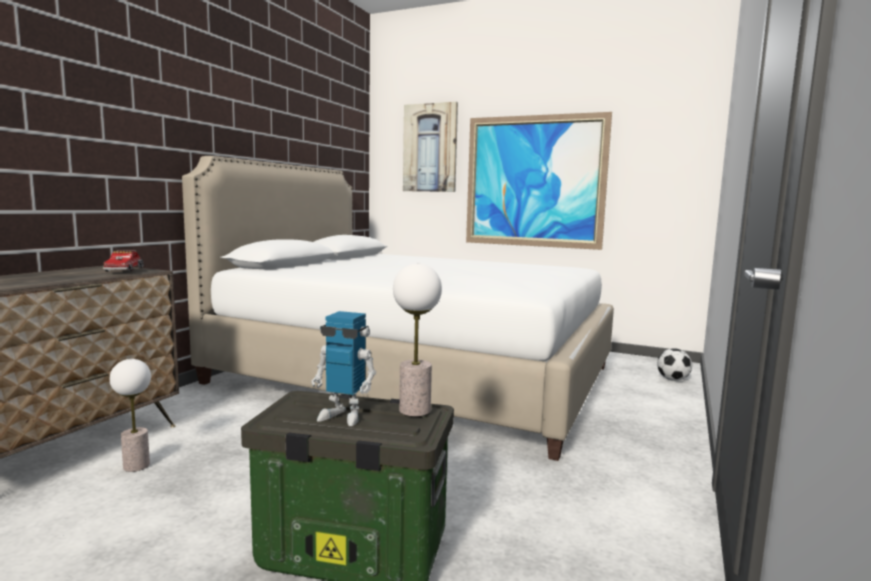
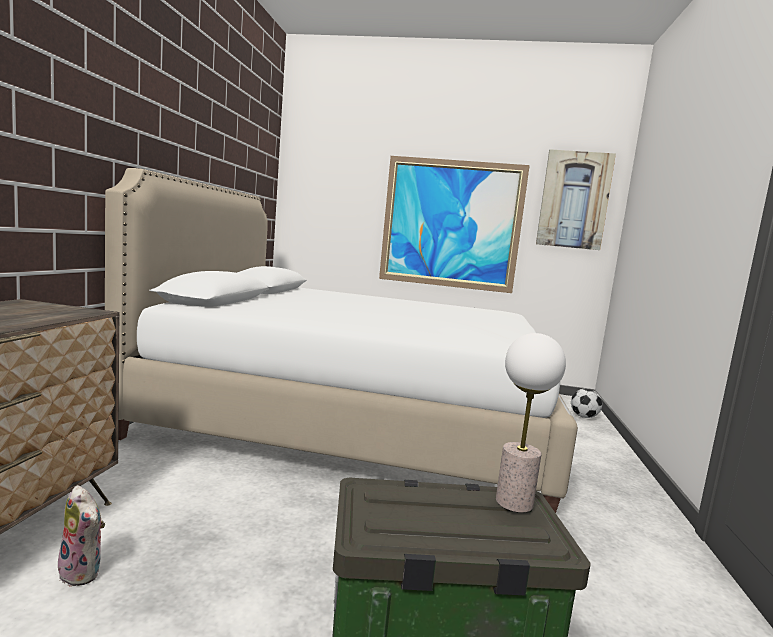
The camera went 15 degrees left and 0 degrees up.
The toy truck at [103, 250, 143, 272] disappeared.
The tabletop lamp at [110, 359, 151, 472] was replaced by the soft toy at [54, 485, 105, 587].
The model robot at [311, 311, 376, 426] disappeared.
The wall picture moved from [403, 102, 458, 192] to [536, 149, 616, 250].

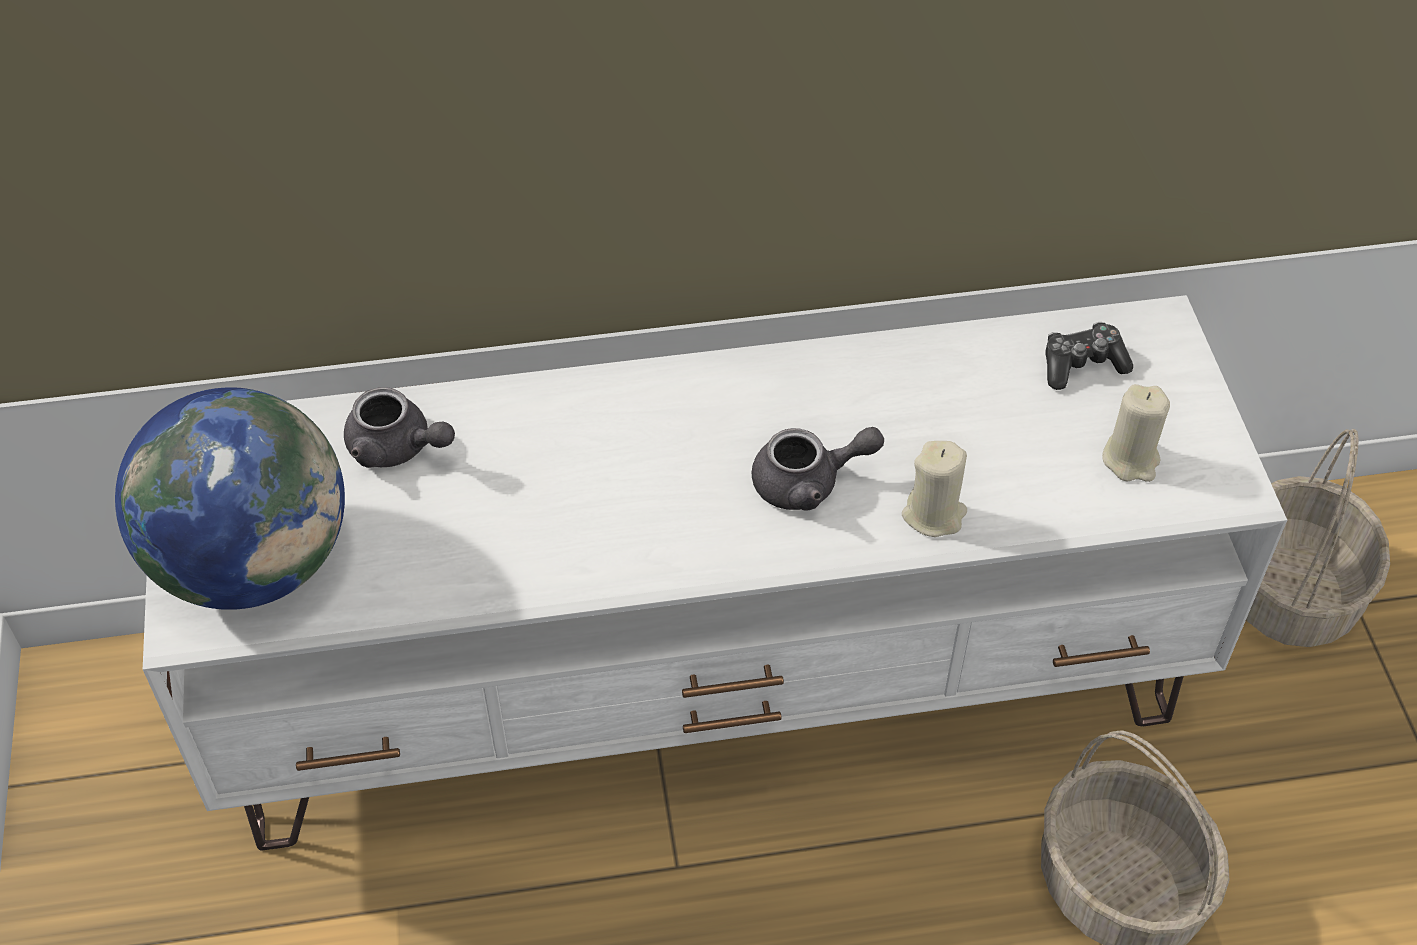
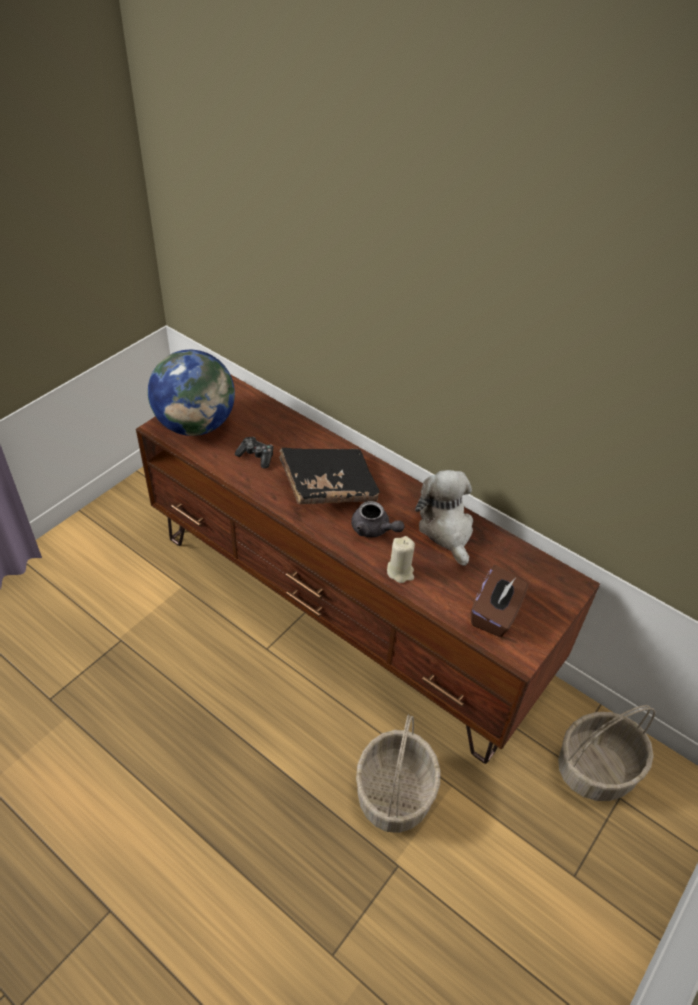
The camera went 45 degrees right and 5 degrees down.
The white-coloured tv unit at [143, 295, 1287, 851] became the brown tv unit at [136, 374, 600, 764].
The grey pot for tea at [344, 387, 455, 468] disappeared.
The game controller moved from [1046, 322, 1133, 390] to [235, 437, 273, 469].
The beige wax light at [1102, 384, 1170, 482] was replaced by the brown tissue holder at [471, 565, 528, 637].
The black volume at [279, 448, 380, 504] appeared.
The soft toy at [415, 470, 473, 566] appeared.

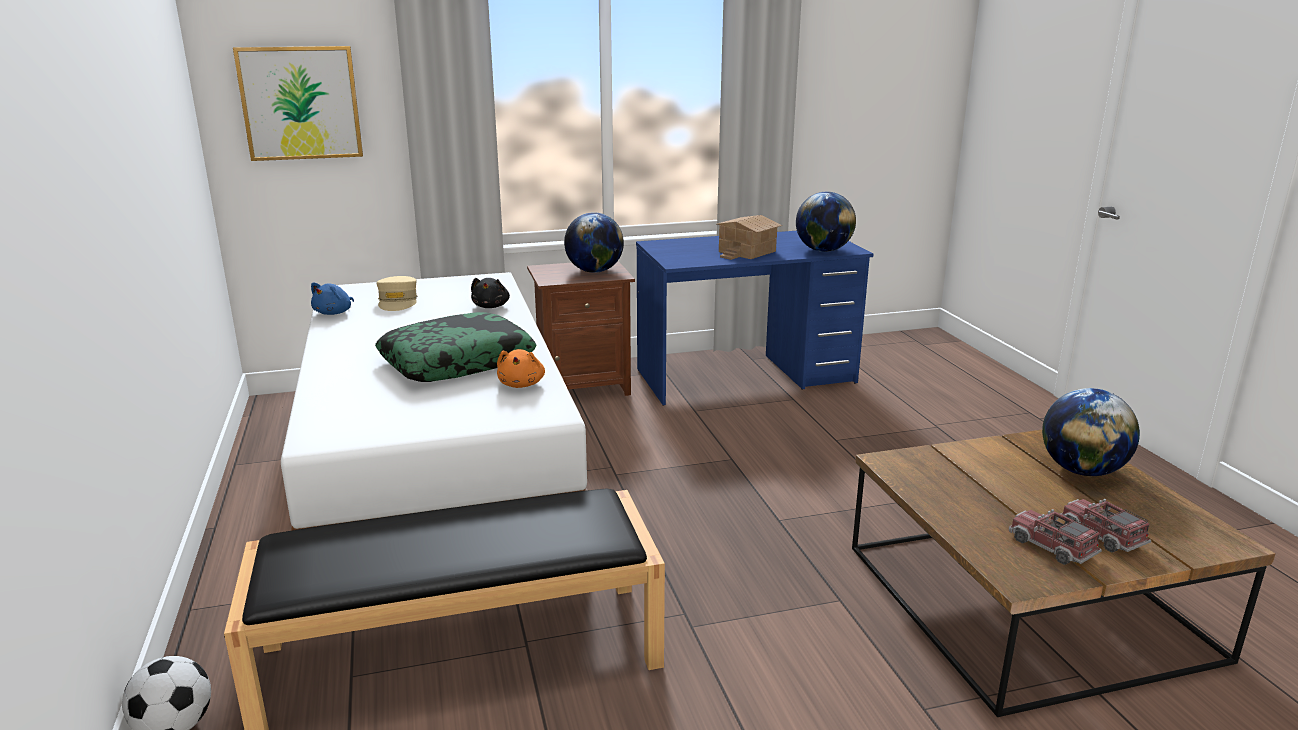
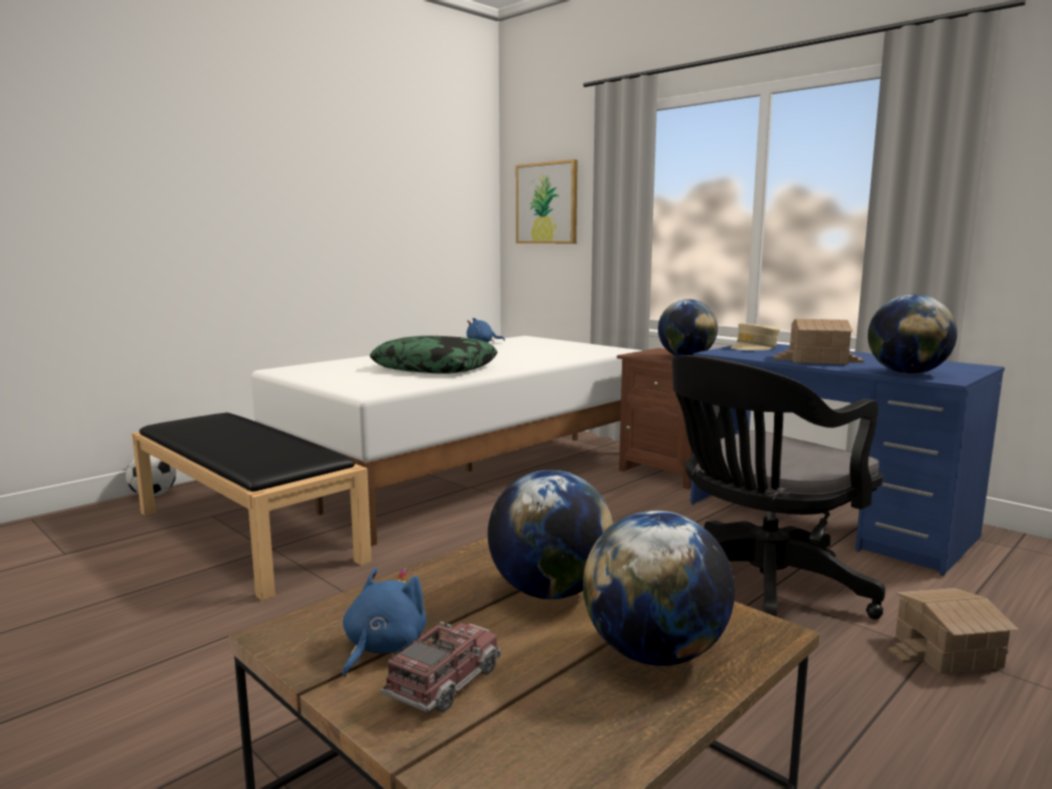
The camera went 60 degrees right and 10 degrees down.
The beige cap moved from [377, 276, 417, 311] to [730, 323, 780, 350].
The black soft toy at [471, 278, 510, 308] disappeared.
The orange-coloured soft toy at [497, 349, 545, 388] disappeared.
The toy truck at [1009, 509, 1102, 565] was replaced by the blue soft toy at [342, 567, 427, 677].
The world globe at [488, 470, 613, 599] appeared.
The black computer chair at [672, 355, 885, 620] appeared.
The model house at [888, 588, 1019, 674] appeared.

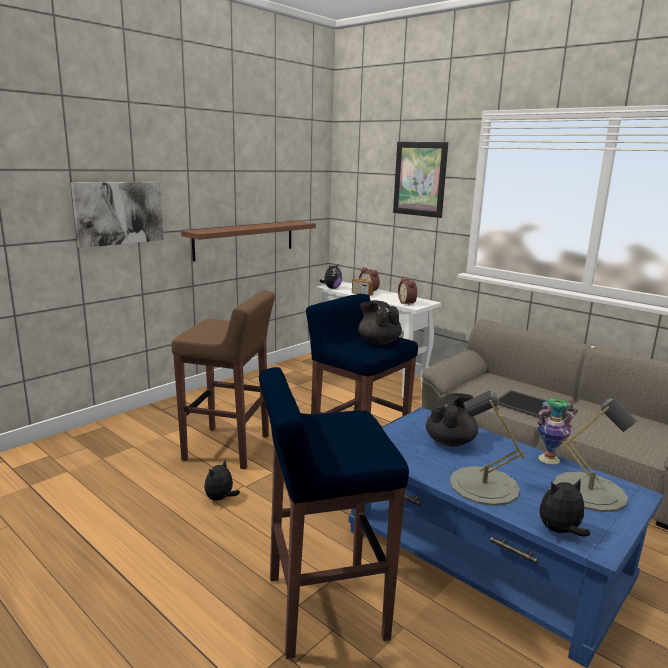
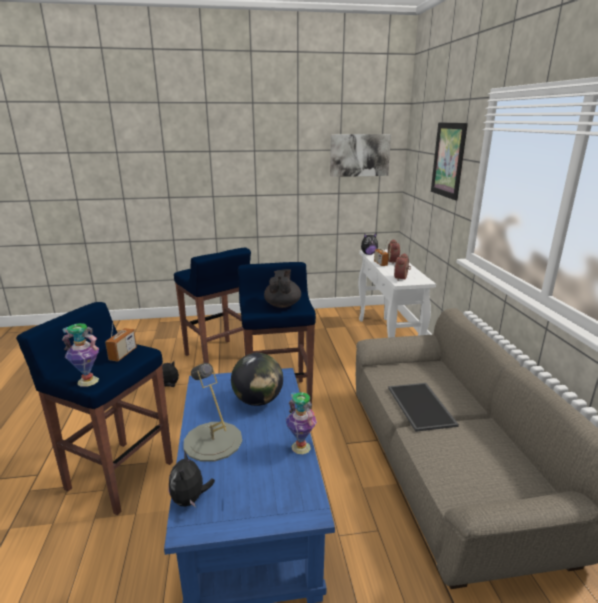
The camera went 40 degrees right and 5 degrees up.
The wall picture moved from [71, 182, 164, 248] to [330, 134, 391, 177].
The brown stool seat at [171, 290, 275, 469] became the blue stool seat at [174, 248, 251, 363].
The brown wall shelf at [181, 221, 316, 261] disappeared.
The black pot for tea at [426, 393, 478, 447] was replaced by the world globe at [231, 353, 283, 406].
The soft toy at [539, 478, 590, 537] turned 120 degrees counterclockwise.
The grey tabletop lamp at [554, 398, 637, 512] disappeared.
The vase at [62, 323, 99, 387] appeared.
The radio at [105, 315, 137, 361] appeared.

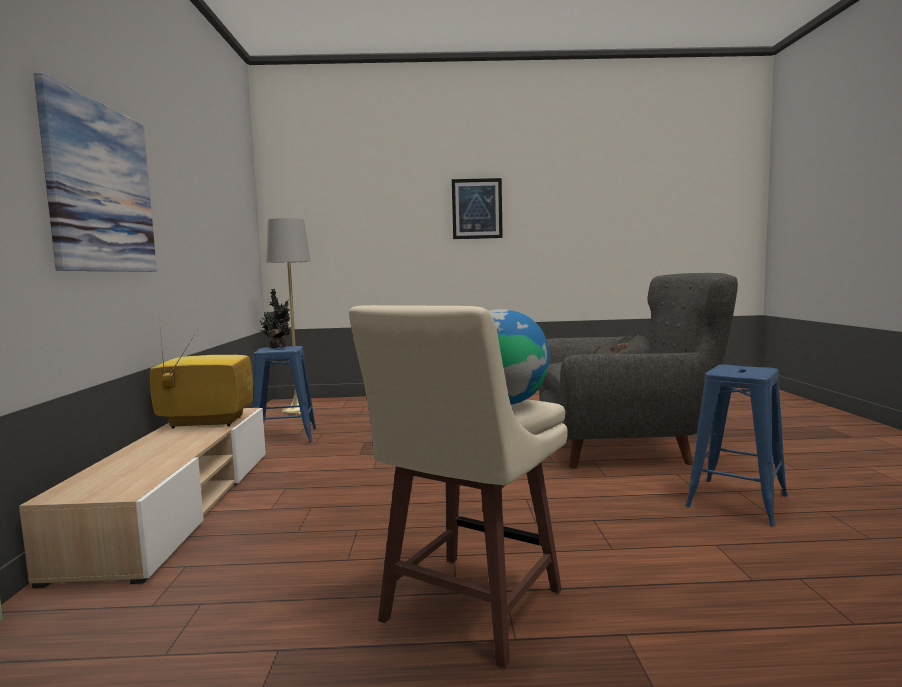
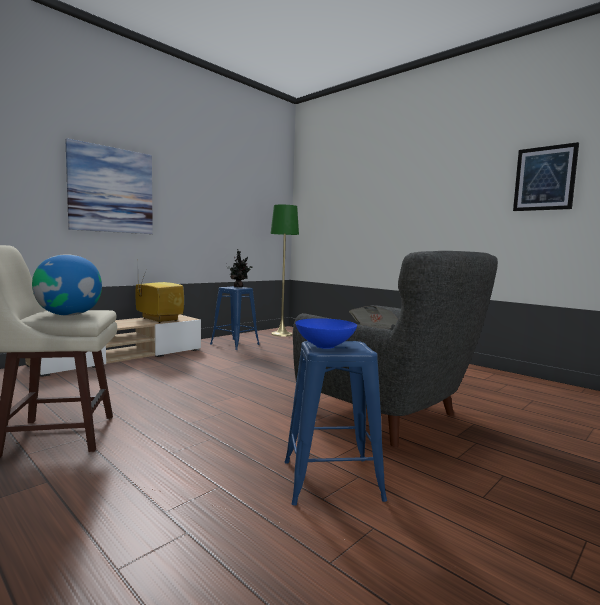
The camera went 45 degrees right and 0 degrees up.
The grey standing lamp at [267, 218, 314, 414] became the greenish standing lamp at [271, 205, 299, 337].
The wall picture moved from [452, 178, 503, 239] to [513, 142, 579, 211].
The blue serving bowl at [295, 318, 357, 349] appeared.

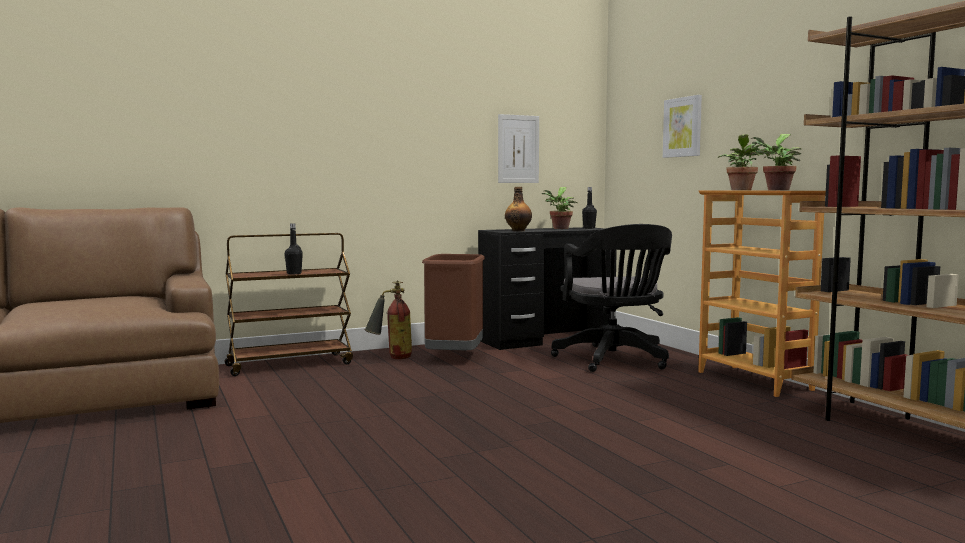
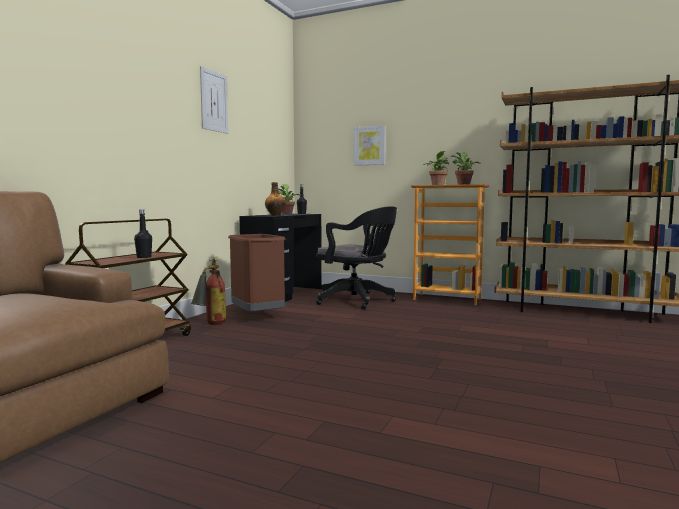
The camera went 40 degrees left and 0 degrees up.
The wall picture moved from [498, 114, 539, 183] to [200, 66, 228, 134].

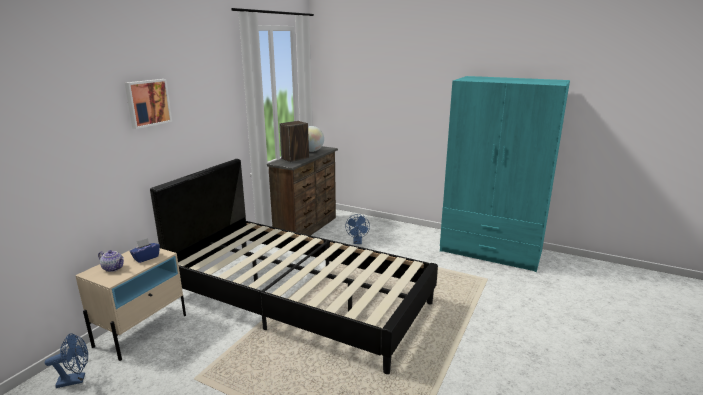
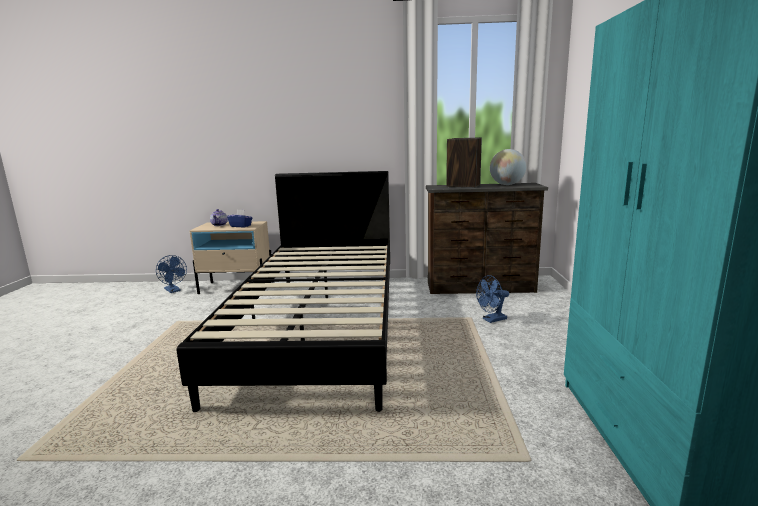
The camera went 65 degrees right and 5 degrees down.
The wall picture at [125, 79, 172, 129] disappeared.

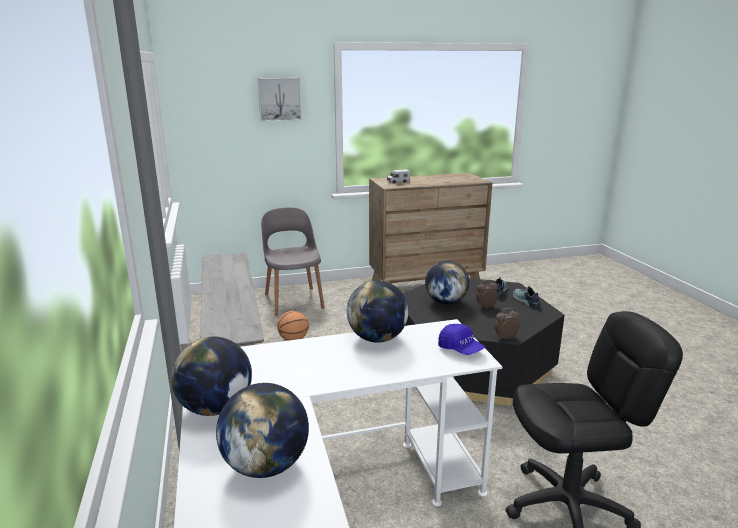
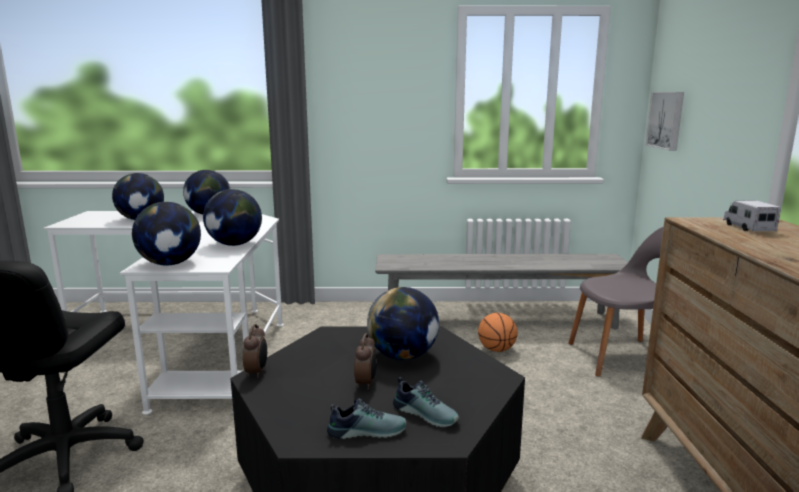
The camera went 105 degrees right and 5 degrees down.
The wall picture moved from [258, 78, 302, 122] to [645, 92, 684, 151].
The blue cap at [438, 324, 485, 355] was replaced by the world globe at [132, 202, 201, 266].

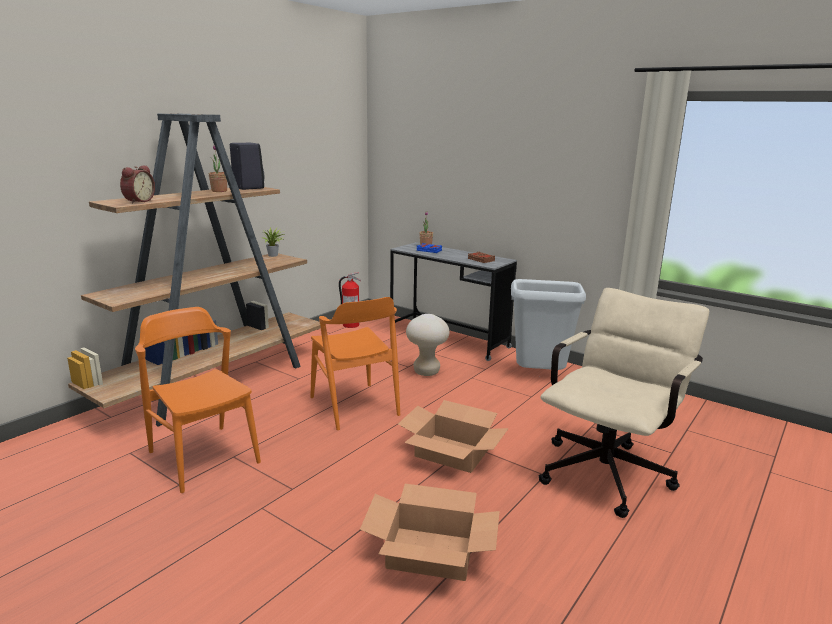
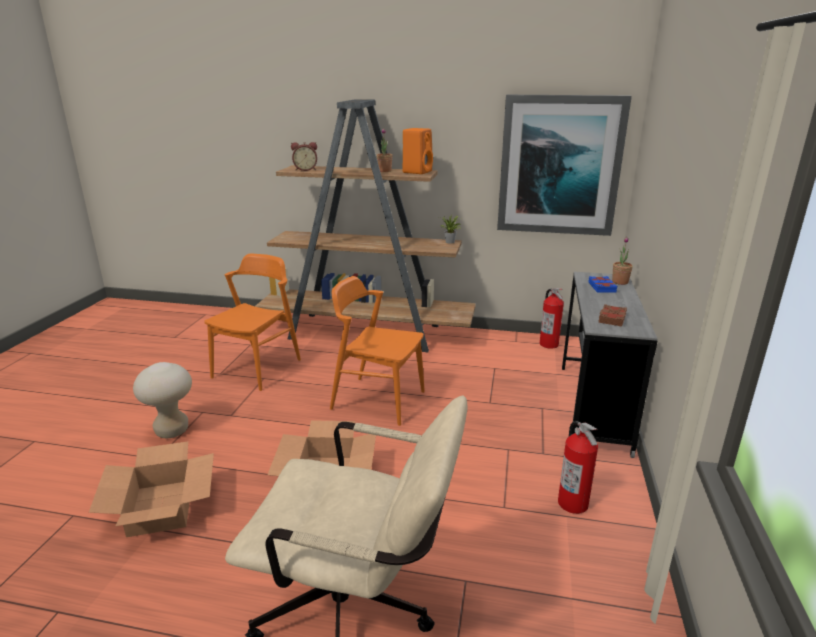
The camera went 65 degrees right and 5 degrees up.
The black loudspeaker at [230, 143, 264, 190] became the orange-coloured loudspeaker at [402, 128, 433, 174].
The orange-coloured upright chair at [310, 297, 400, 430] turned 75 degrees clockwise.
The beige stool seat moved from [406, 314, 449, 376] to [133, 362, 192, 438].
The grey trash can at [511, 279, 586, 370] was replaced by the extinguisher at [558, 421, 598, 514].
The wall picture at [497, 95, 632, 236] appeared.

